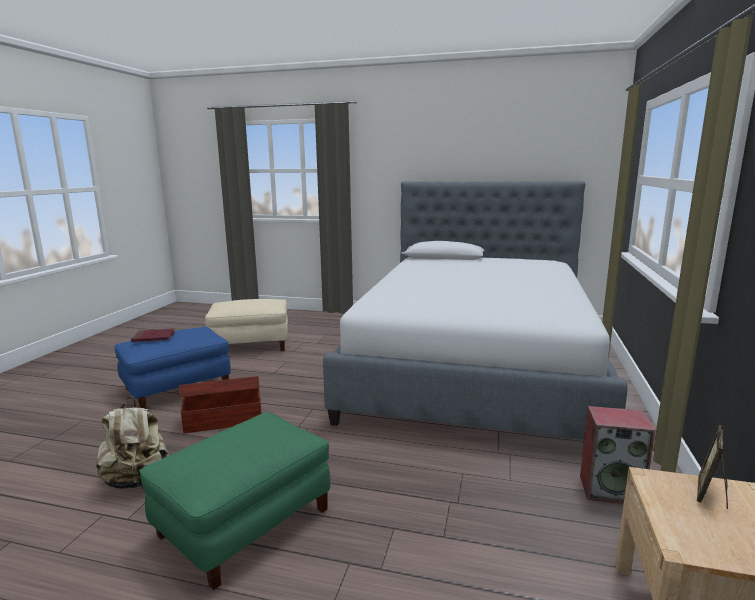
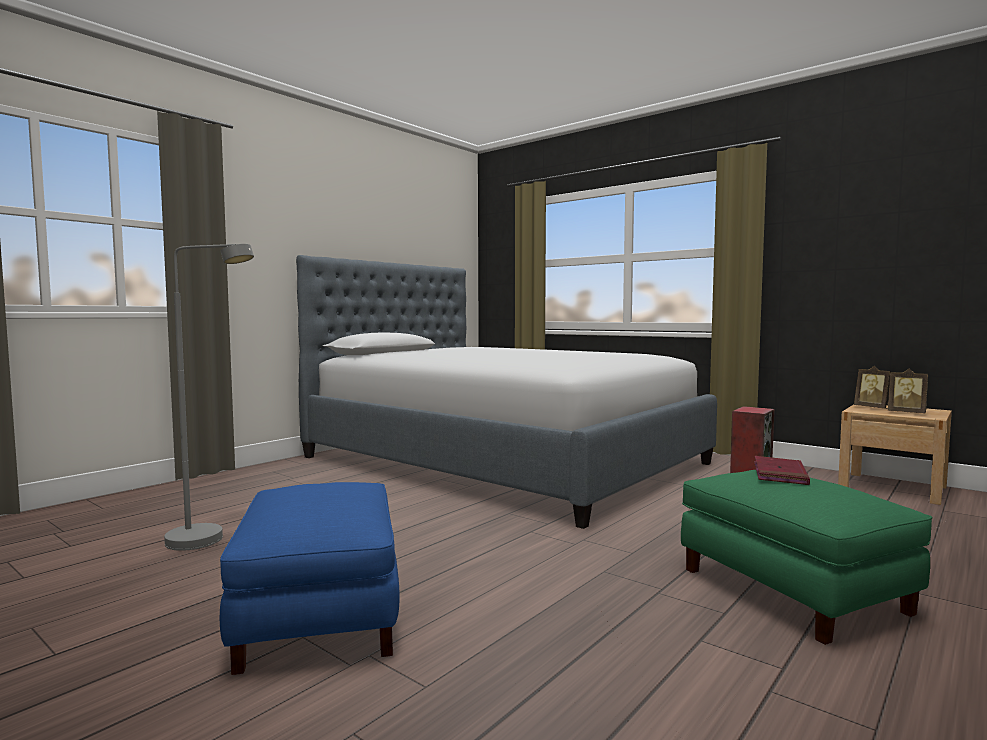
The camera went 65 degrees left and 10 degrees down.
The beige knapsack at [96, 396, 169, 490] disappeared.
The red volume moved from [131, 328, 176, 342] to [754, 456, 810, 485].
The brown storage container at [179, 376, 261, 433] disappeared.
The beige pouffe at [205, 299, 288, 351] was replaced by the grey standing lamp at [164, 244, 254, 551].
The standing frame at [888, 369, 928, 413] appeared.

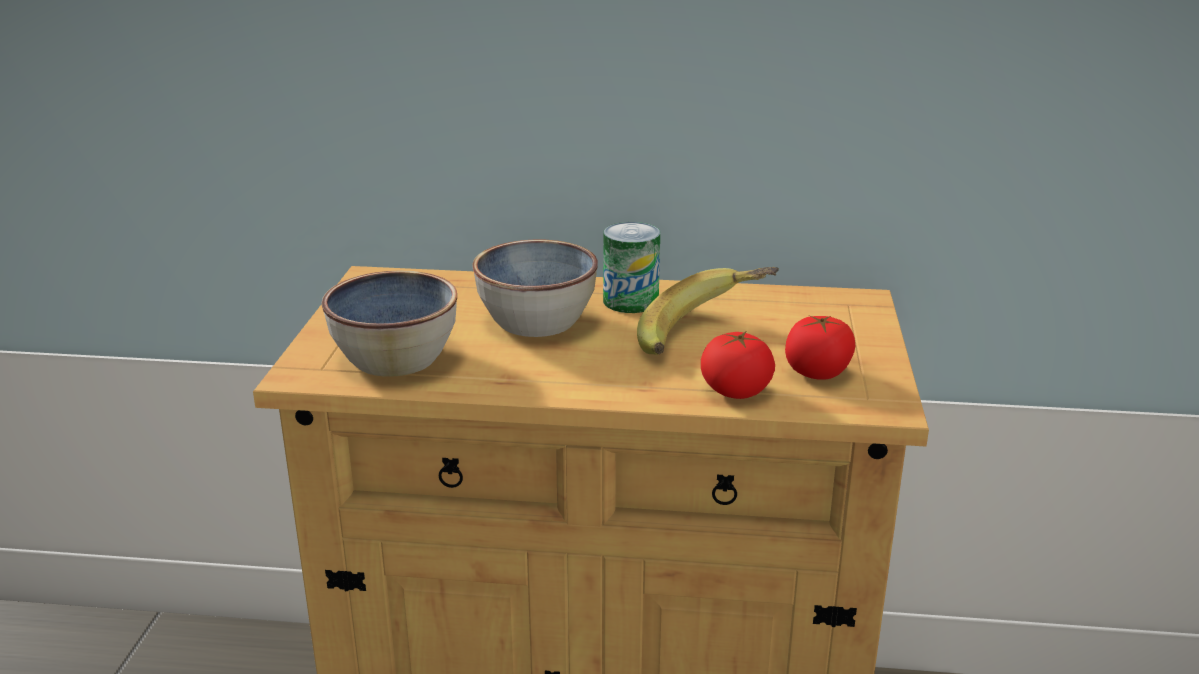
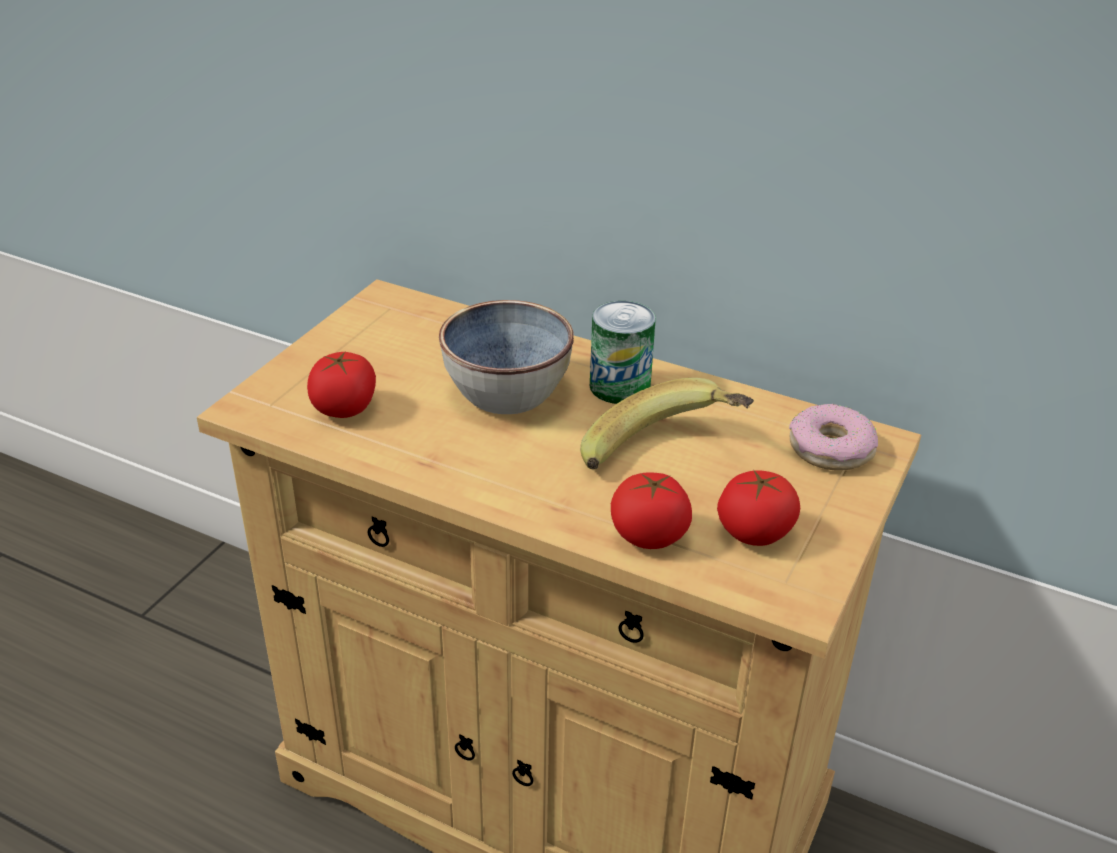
The camera went 20 degrees right and 10 degrees up.
The serving bowl at [322, 271, 457, 377] was replaced by the fresh tomato at [307, 351, 376, 418].
The doughnut at [789, 404, 878, 470] appeared.

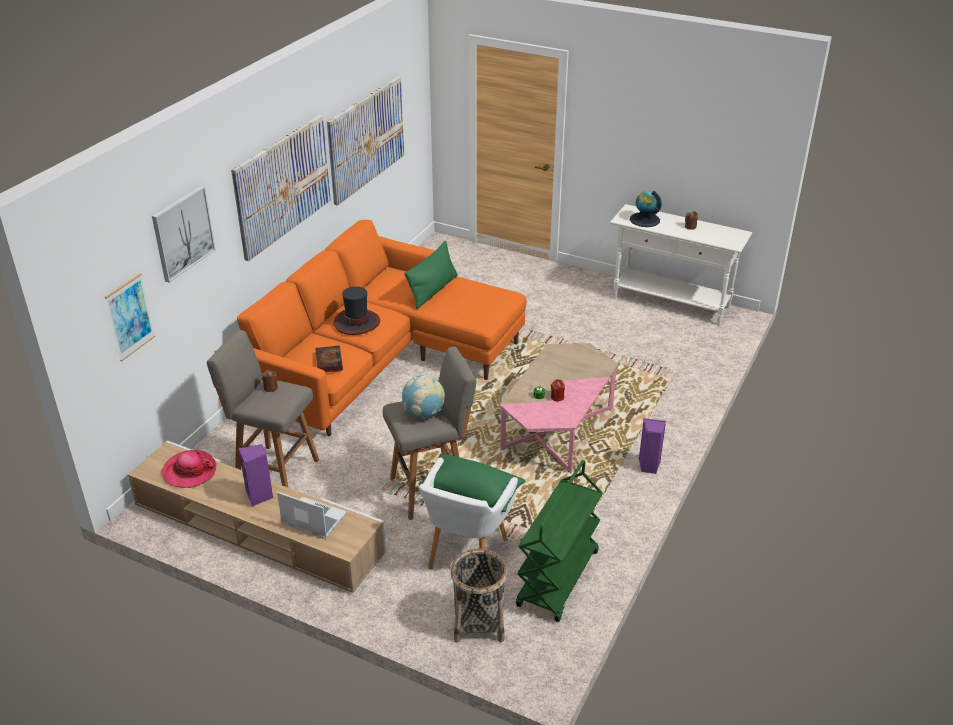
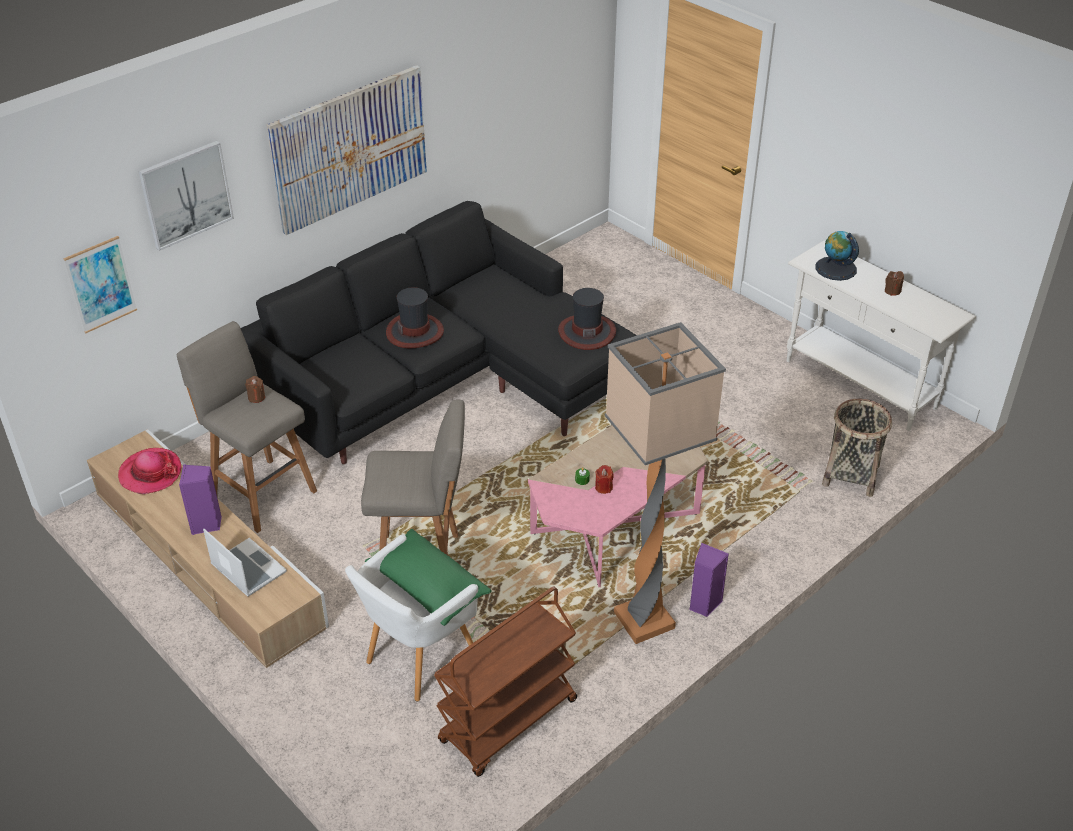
The camera went 20 degrees right and 5 degrees up.
The orange-coloured sofa at [237, 220, 527, 436] became the black sofa at [241, 201, 637, 464].
The volume at [315, 346, 343, 372] disappeared.
The wall picture at [327, 76, 404, 206] disappeared.
The world globe at [402, 375, 445, 419] disappeared.
The greenish pillow at [404, 241, 458, 309] disappeared.
The storage basket moved from [451, 548, 508, 642] to [822, 399, 892, 497].
The greenish wheeled cart at [516, 460, 603, 622] became the brown wheeled cart at [434, 586, 577, 777].
The hat at [558, 288, 616, 350] appeared.
The standing lamp at [605, 322, 726, 644] appeared.

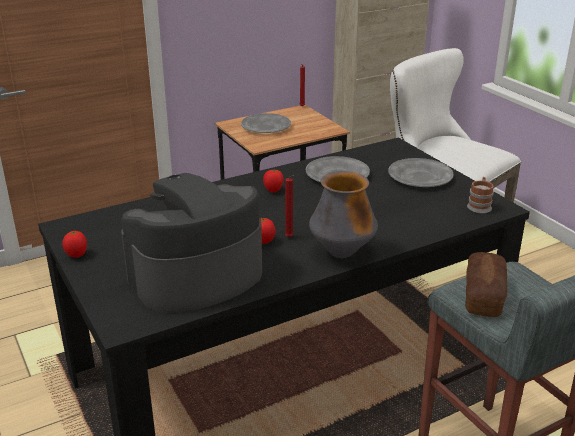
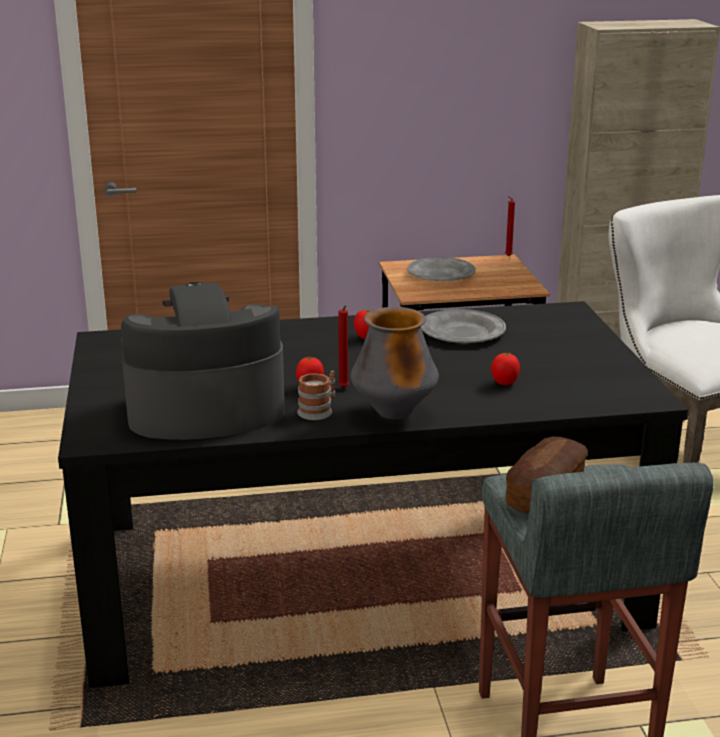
The camera went 20 degrees right and 5 degrees down.
The fresh tomato moved from [62, 230, 87, 257] to [491, 353, 520, 386].
The grey flat dish at [388, 158, 453, 187] disappeared.
The coffee mug moved from [467, 177, 494, 213] to [297, 371, 335, 420].

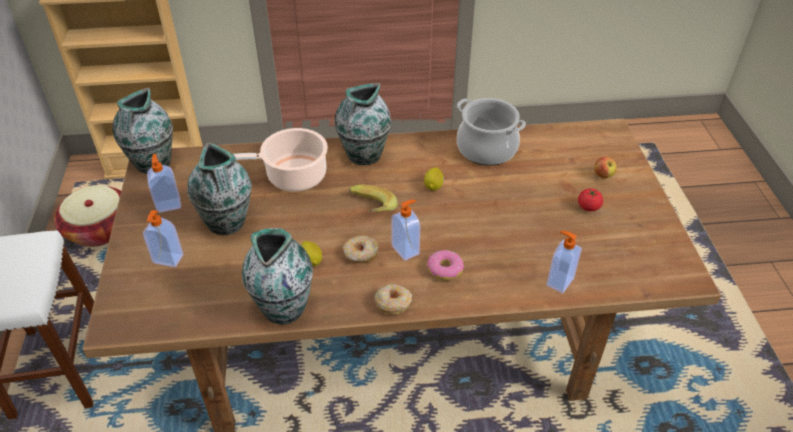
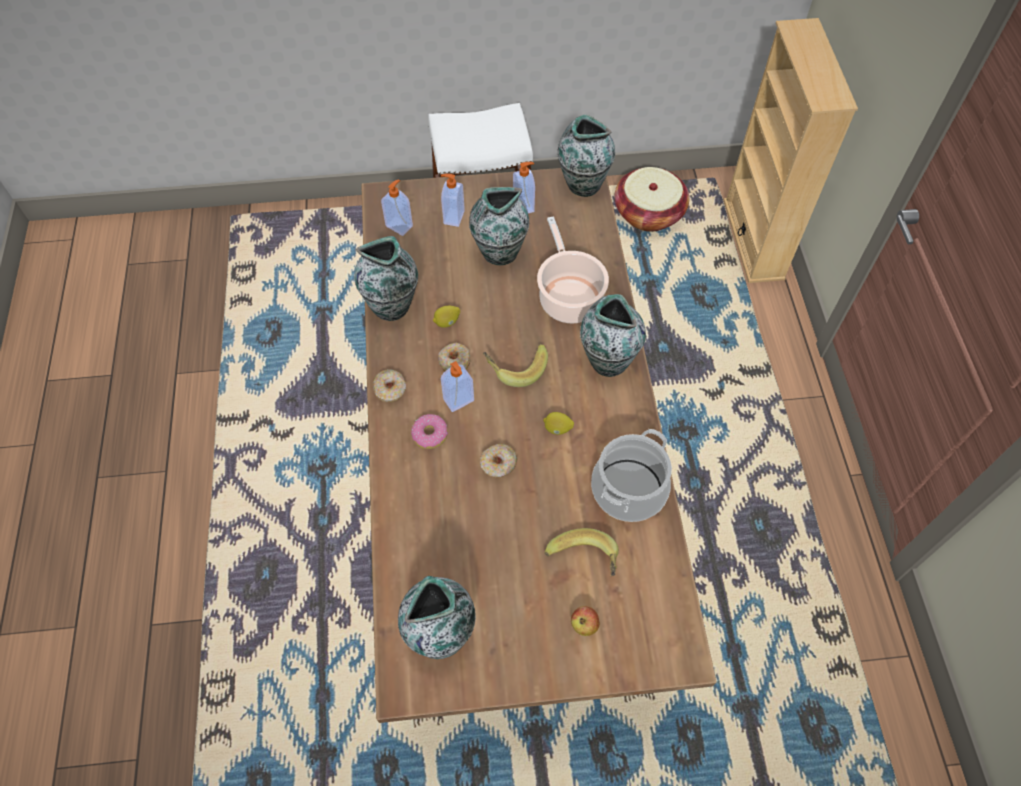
The camera went 90 degrees right and 15 degrees up.
The soap dispenser moved from [547, 231, 582, 294] to [381, 180, 413, 236].
The fresh tomato at [578, 188, 603, 212] disappeared.
The vase at [398, 576, 476, 659] appeared.
The doughnut at [480, 444, 518, 478] appeared.
The banana at [545, 528, 619, 576] appeared.

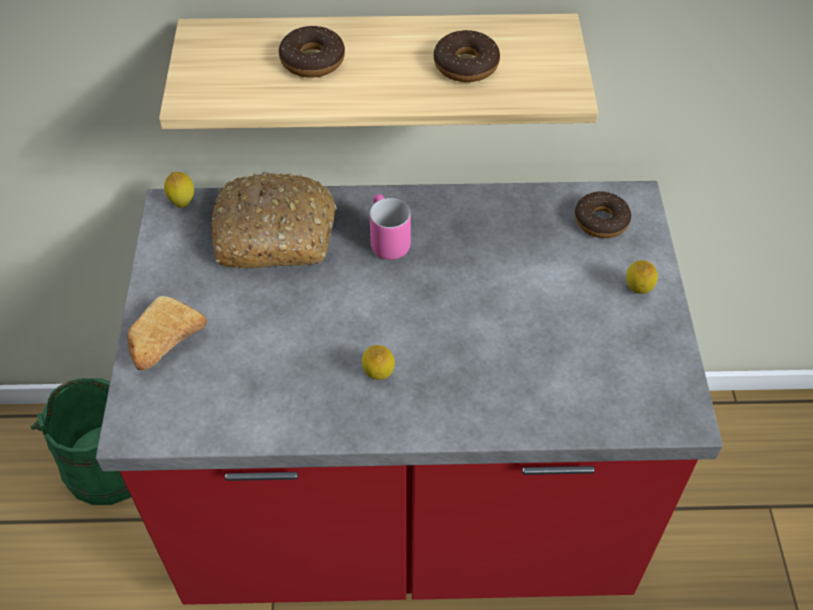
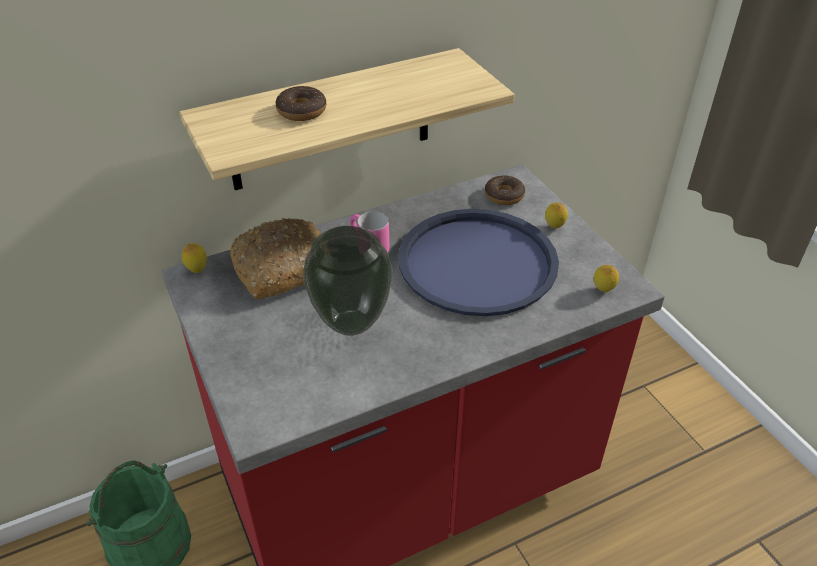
The camera went 25 degrees left and 10 degrees down.
The baked bread at [127, 296, 207, 370] disappeared.
The citrus fruit moved from [362, 345, 395, 380] to [594, 265, 619, 292].
The doughnut at [434, 30, 500, 82] disappeared.
The vase at [303, 226, 393, 336] appeared.
The blue serving tray at [398, 209, 559, 316] appeared.

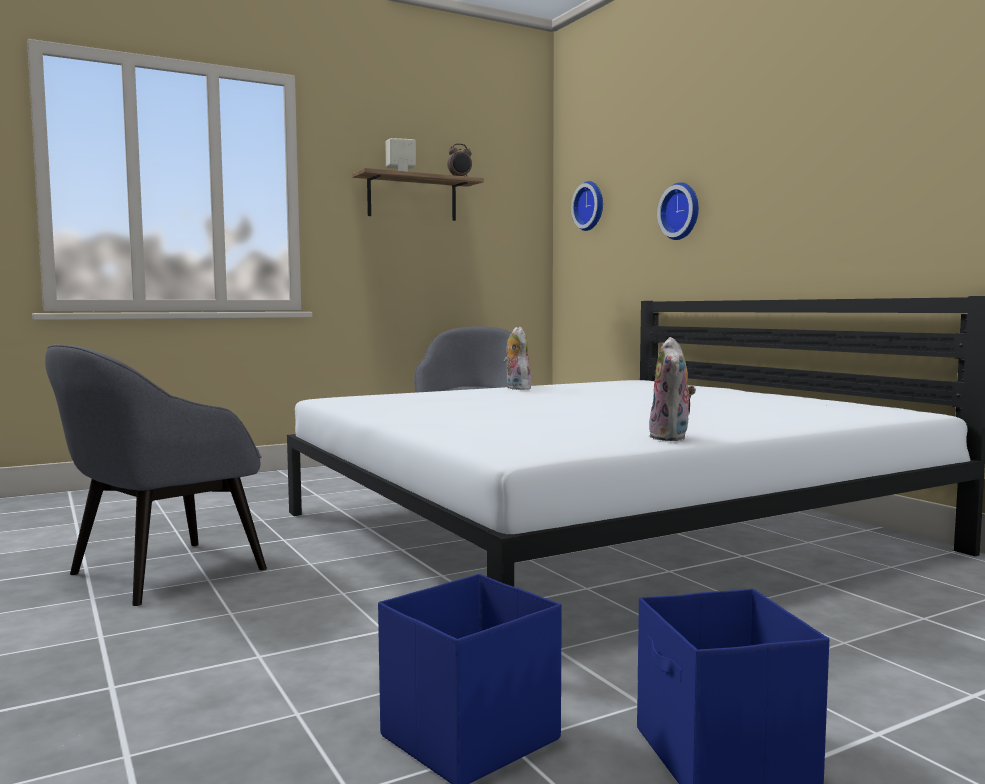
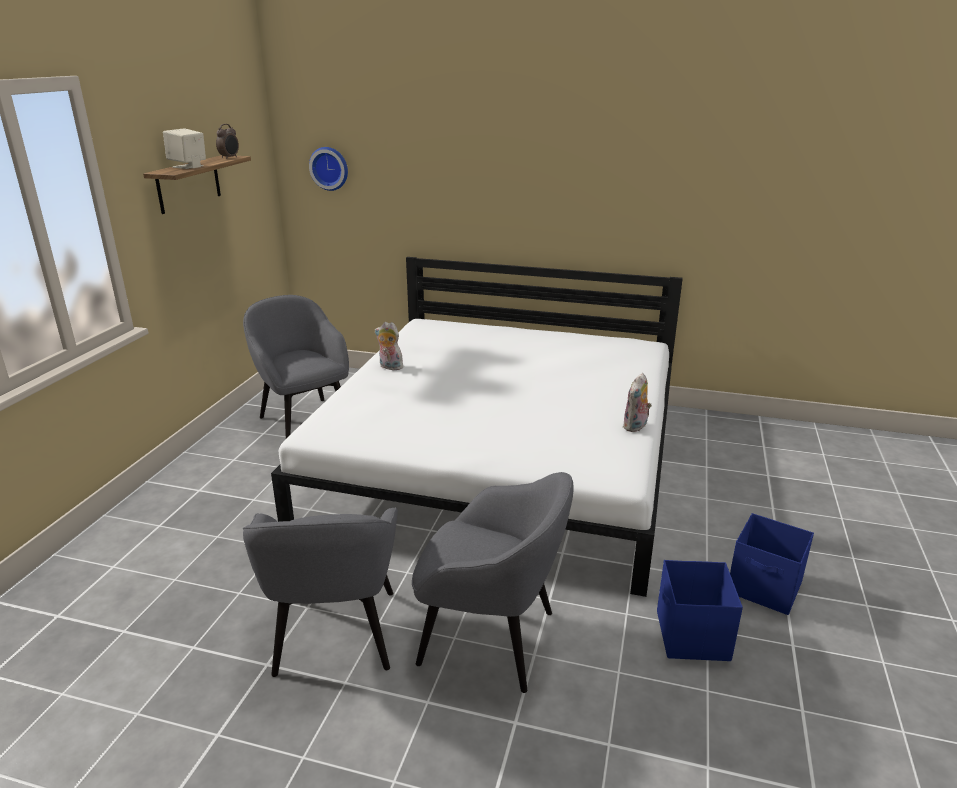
The camera went 45 degrees left and 20 degrees up.
The soft toy at [649, 337, 696, 441] turned 75 degrees clockwise.
The hanging clock at [657, 182, 699, 240] disappeared.
The grey lounge chair at [412, 472, 574, 693] appeared.

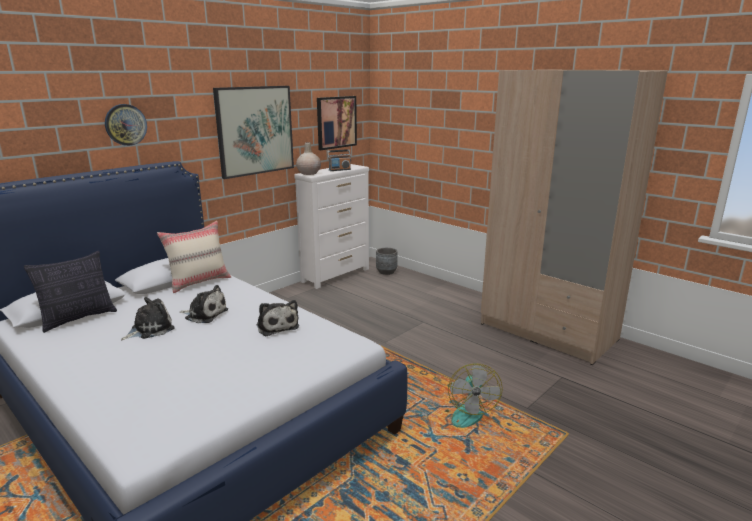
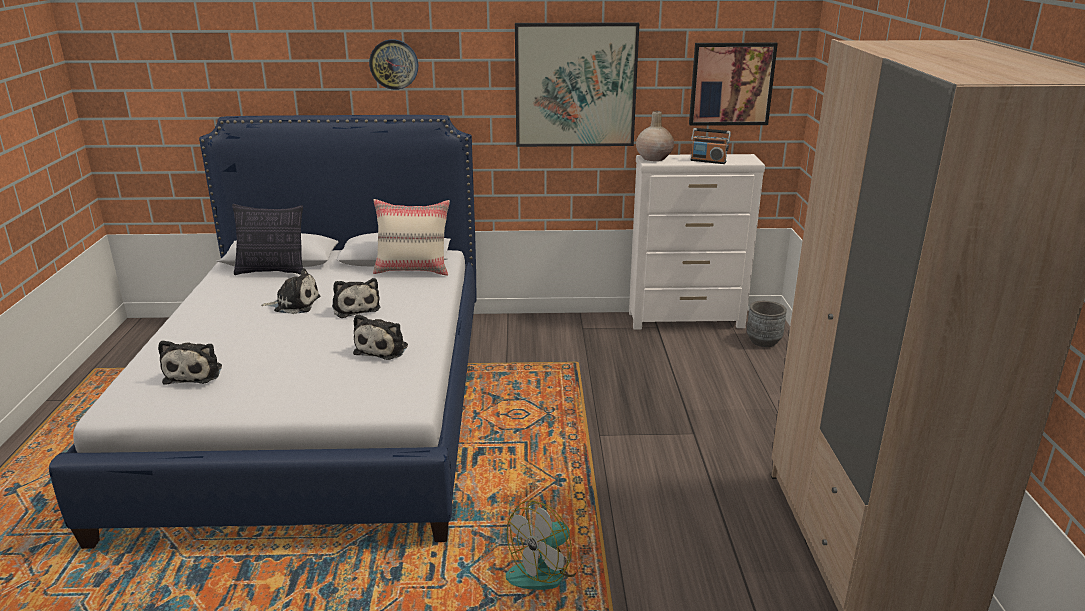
The camera went 45 degrees right and 5 degrees up.
The soft toy at [158, 340, 222, 384] appeared.

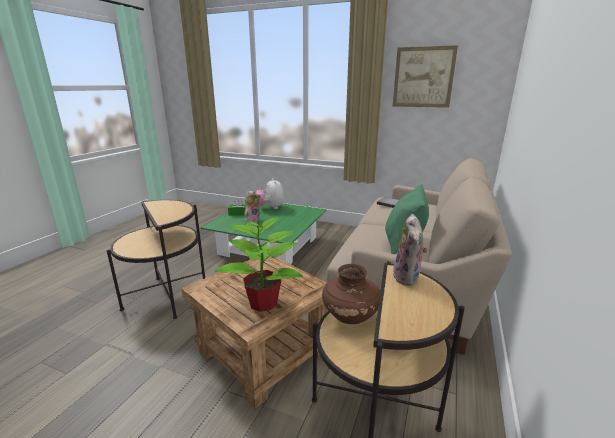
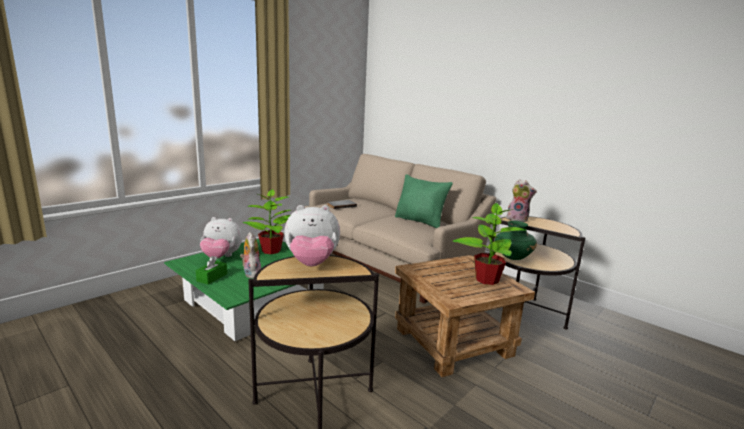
The camera went 70 degrees left and 5 degrees down.
The brown vase at [322, 264, 380, 324] became the greenish vase at [495, 221, 537, 260].
The wall picture at [393, 45, 458, 108] disappeared.
The plant in a pot at [243, 189, 291, 254] appeared.
The soft toy at [284, 205, 340, 267] appeared.

